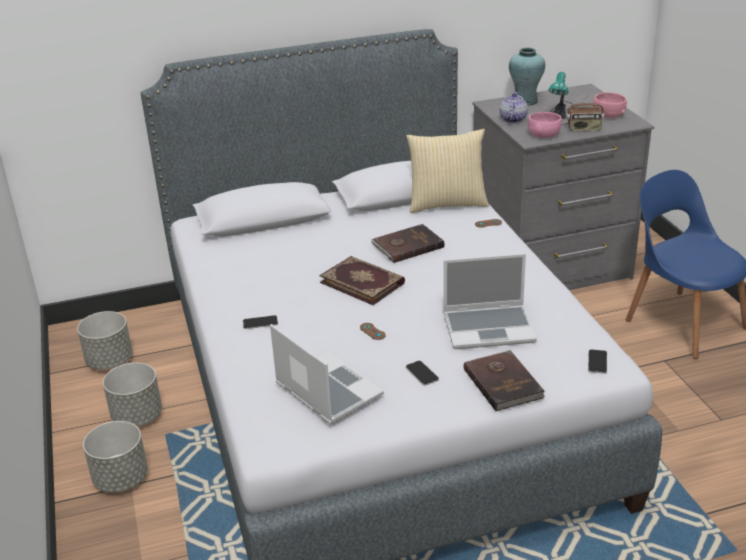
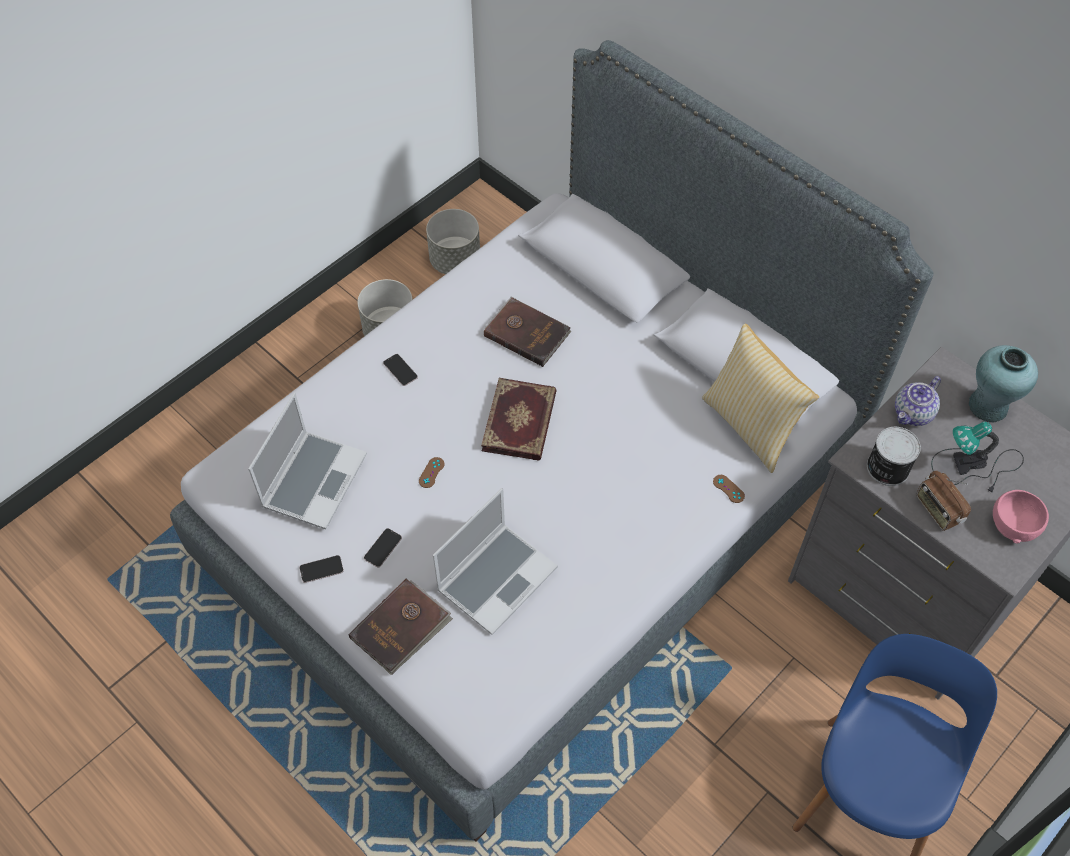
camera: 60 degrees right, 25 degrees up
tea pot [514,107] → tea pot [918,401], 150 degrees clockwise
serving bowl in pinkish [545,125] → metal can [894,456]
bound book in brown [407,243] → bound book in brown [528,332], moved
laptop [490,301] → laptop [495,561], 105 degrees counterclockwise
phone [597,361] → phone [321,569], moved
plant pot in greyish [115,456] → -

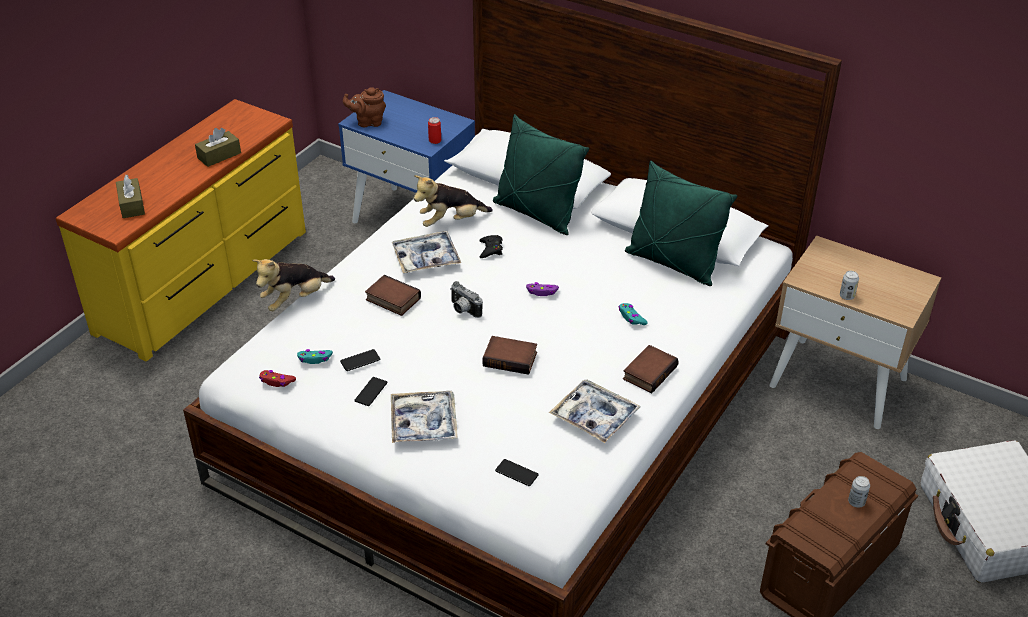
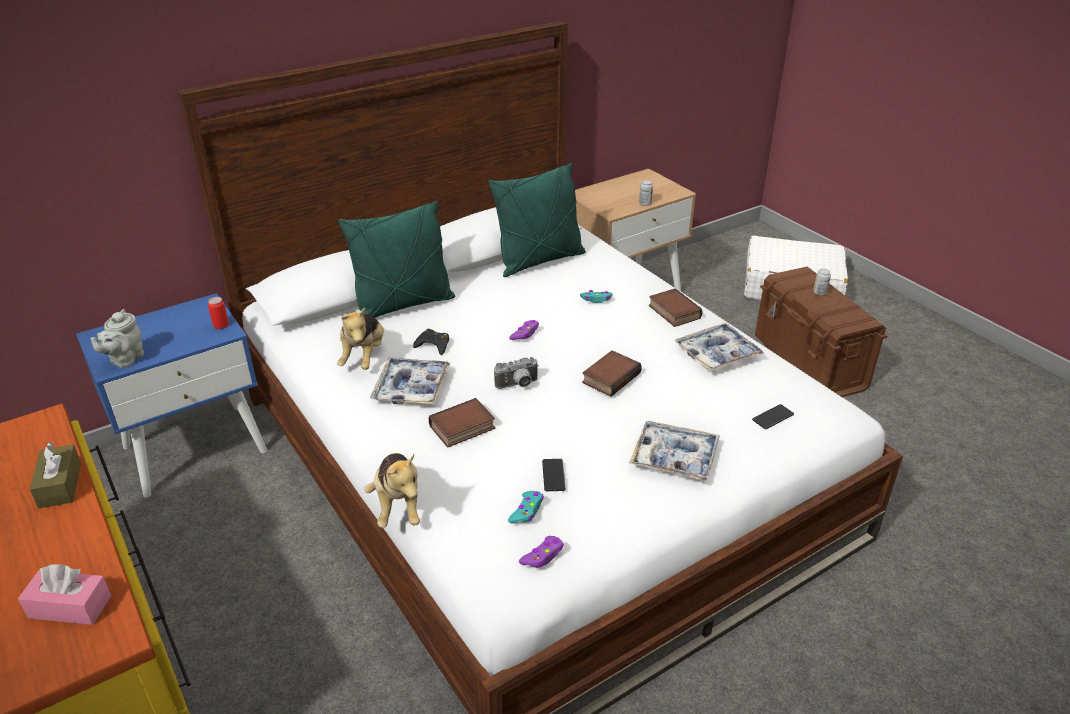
camera: 65 degrees left, 5 degrees down
tea pot in brown [364,107] → tea pot in greyish [117,338]
tissue box in brown [130,196] → tissue box in pinkish [65,594]
joypad in reddish [277,378] → joypad in purple-coloured [541,552]
phone [370,391] → -

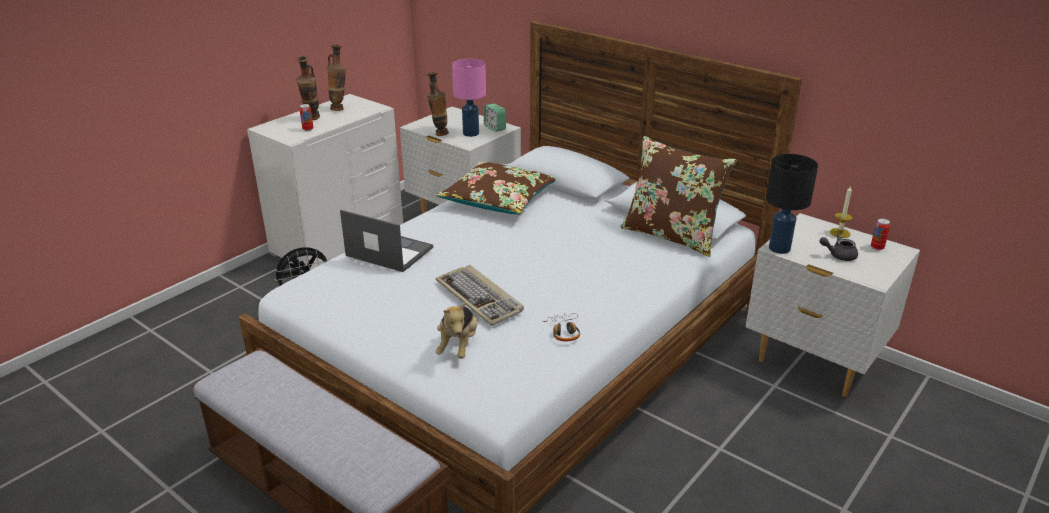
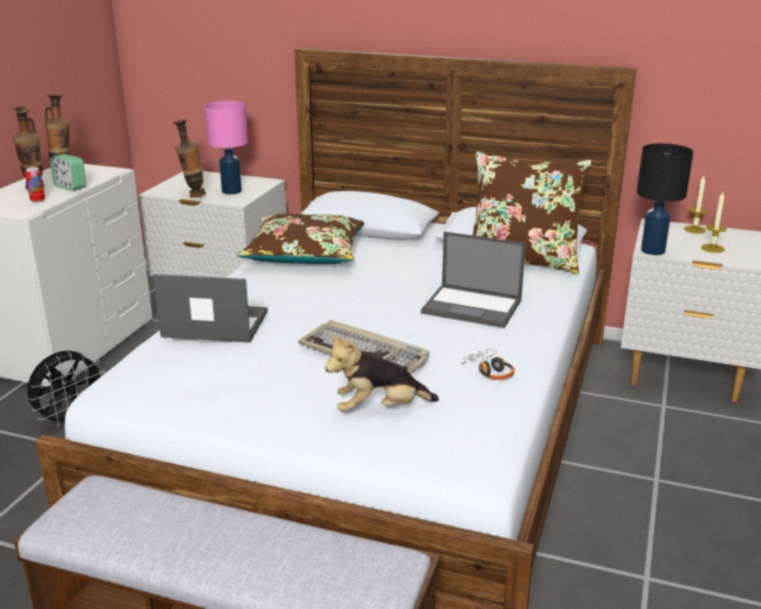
camera: 20 degrees left, 5 degrees down
table clock [495,118] → table clock [68,172], moved
metal can [880,234] → -
tea pot in greyish [838,247] → candle [714,222]
plush toy [457,331] → plush toy [382,373], 90 degrees clockwise
- → laptop [473,279]

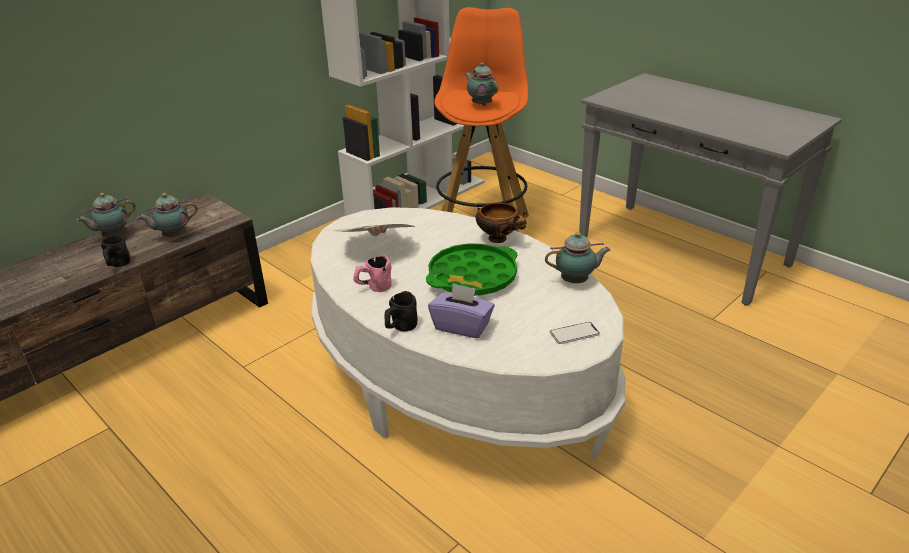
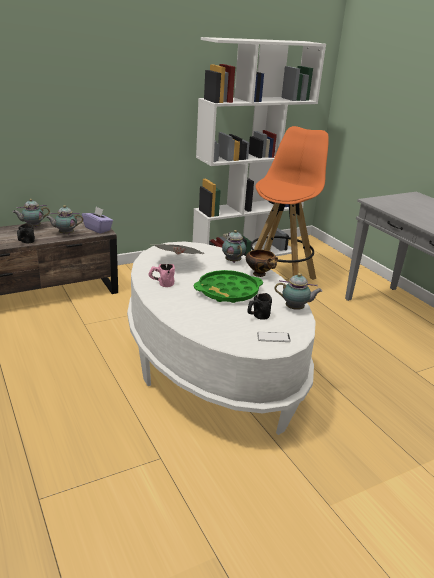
camera: 15 degrees right, 5 degrees down
tea pot [481,84] → tea pot [234,246], moved
tissue box in purple-coloured [461,310] → tissue box in purple-coloured [97,220], moved
mug in black-coloured [401,311] → mug in black-coloured [259,306], moved

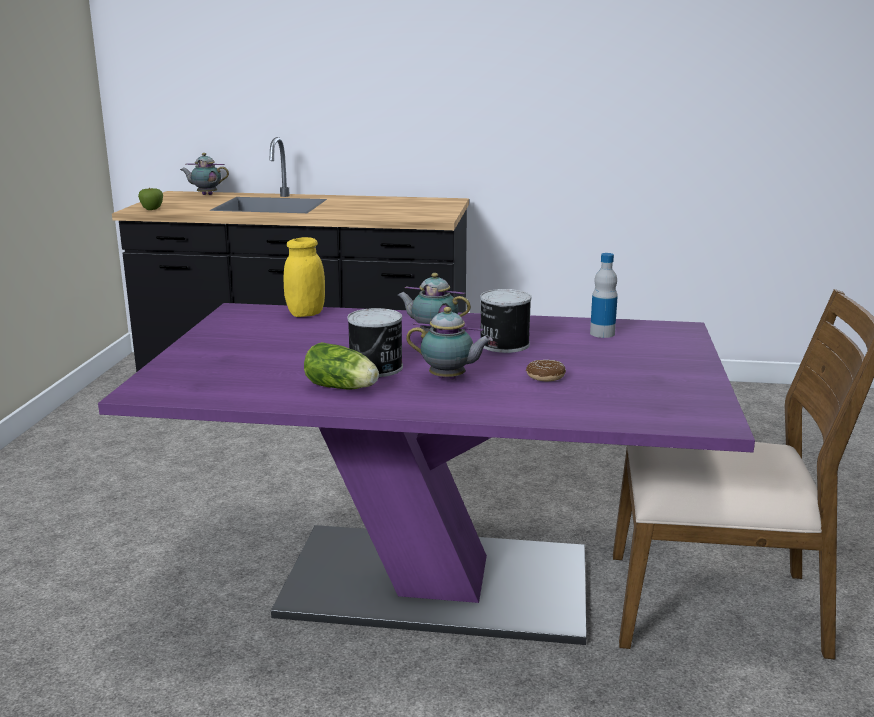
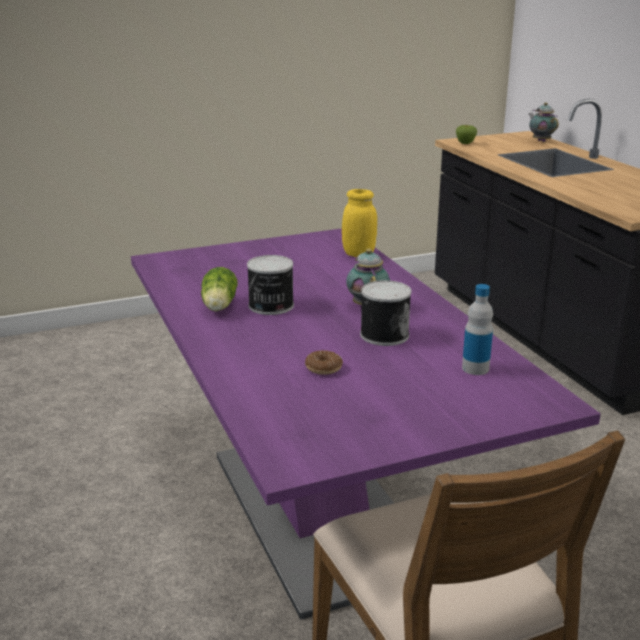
camera: 60 degrees right, 5 degrees up
tea pot [449,343] → -

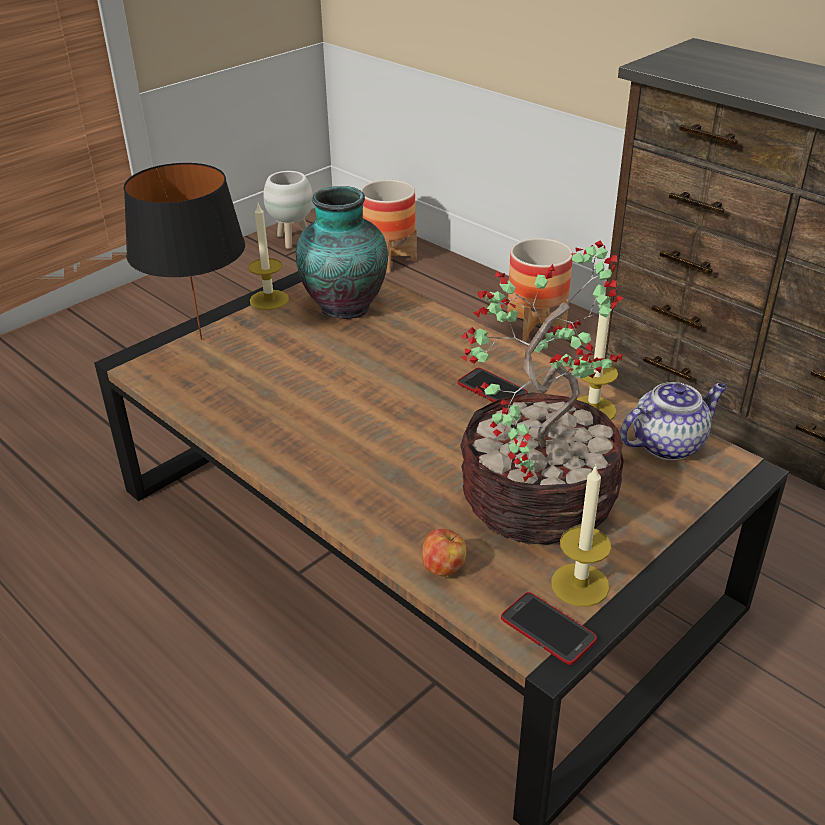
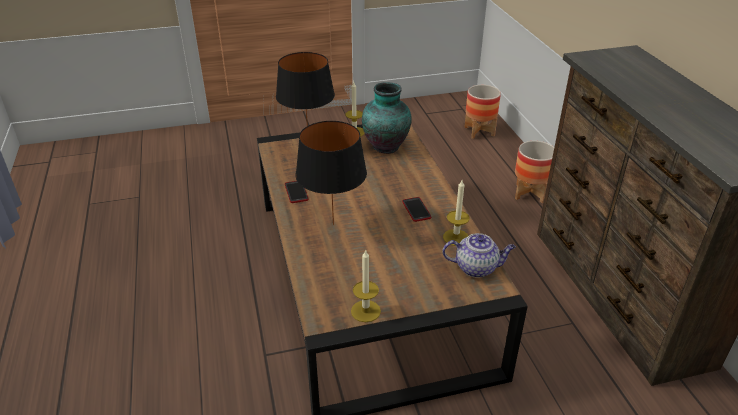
camera: 30 degrees right, 0 degrees up
plant pot in white [288,210] → -
houseplant [542,392] → -
apple fruit [444,552] → -
phone [549,628] → phone [297,192], moved
- → table lamp in black-coloured [331,173]

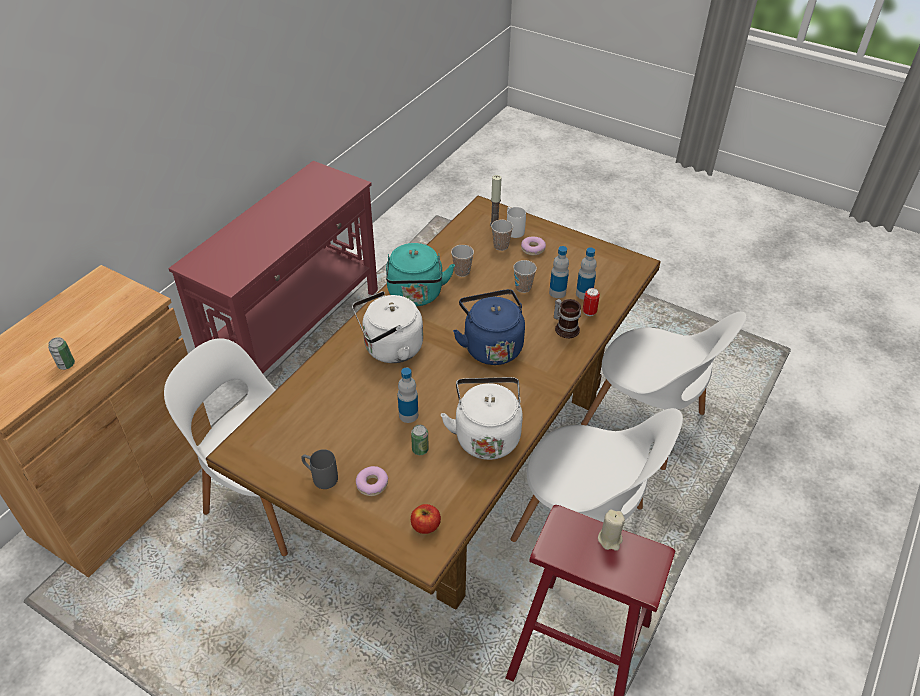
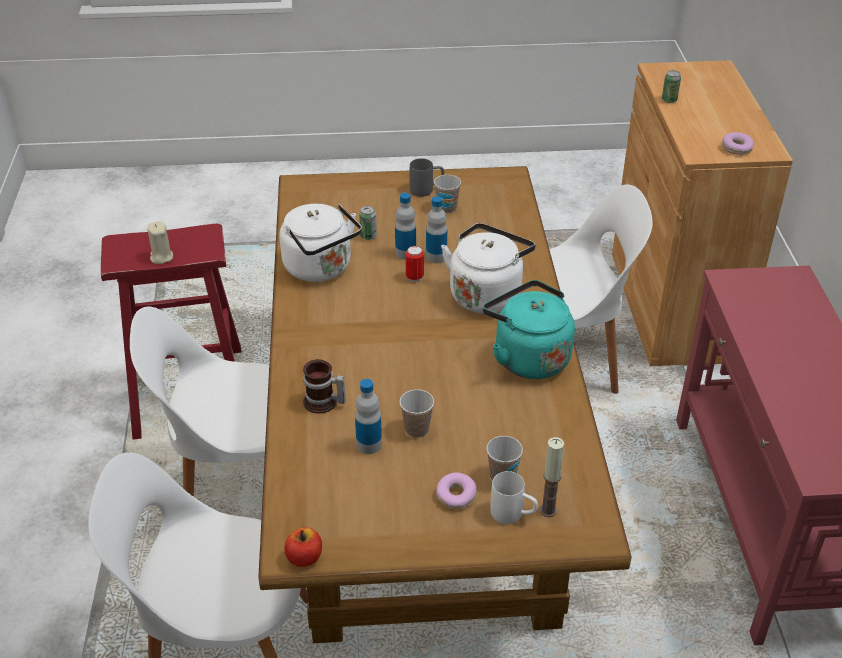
camera: 145 degrees right, 5 degrees down
small cup [462,261] → small cup [447,194], moved
bottle [586,273] → bottle [436,229], moved
metal can [591,302] → metal can [415,264], moved
kettle in blue-coloured [489,327] → -
donut [372,481] → donut [738,143], moved
apple fruit [426,519] → apple fruit [303,547], moved

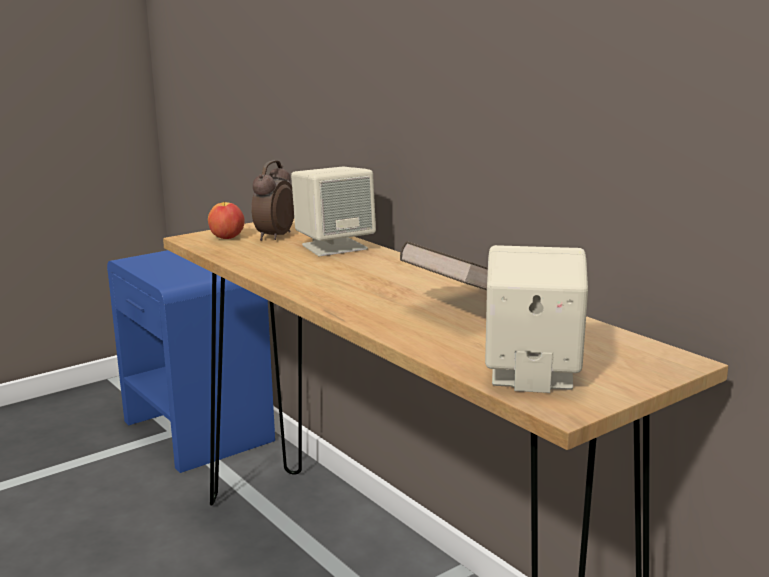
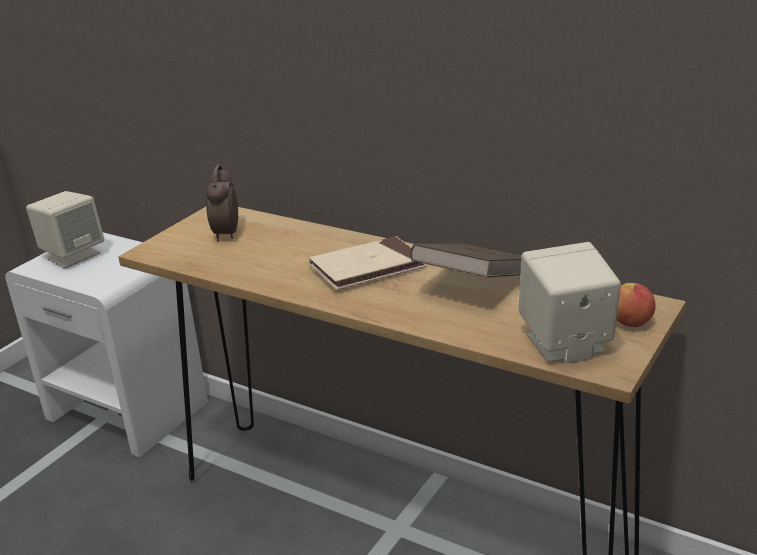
camera: 20 degrees left, 10 degrees up
speaker in beige-coloured [333,211] → speaker in beige-coloured [65,229], moved
apple fruit [226,220] → apple fruit [636,305], moved
bedside table in blue-coloured [191,361] → bedside table in white [106,345]
- → bound book in beige-coloured [368,263]

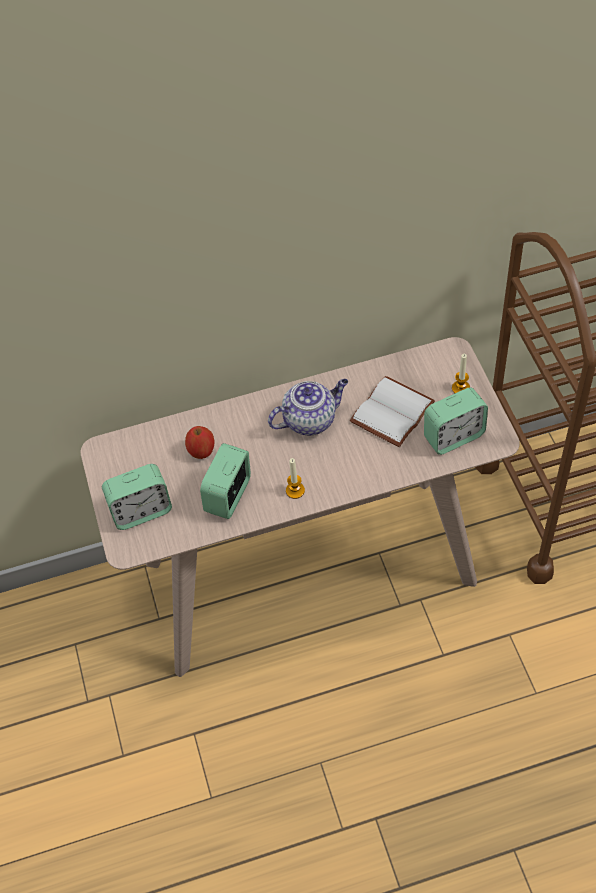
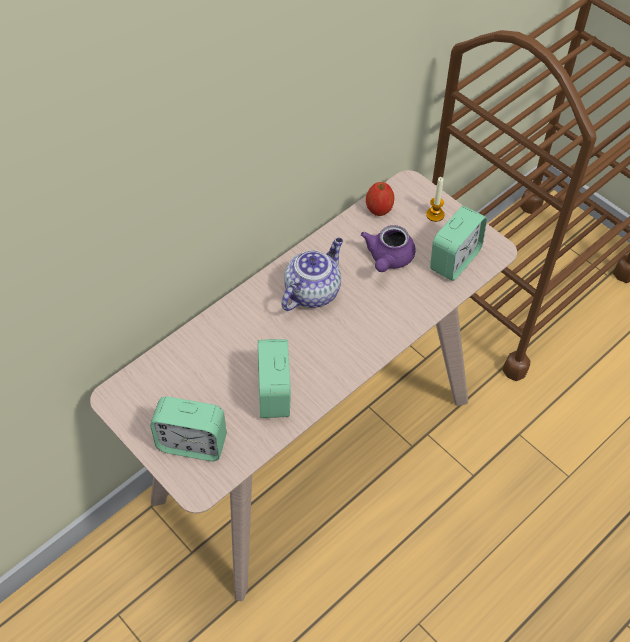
camera: 30 degrees left, 0 degrees up
bound book in white [392,411] → tea pot in purple-coloured [388,248]
apple fruit [199,442] → apple fruit [380,199], moved
candle [295,478] → -
table clock [137,497] → table clock [188,428], 60 degrees clockwise

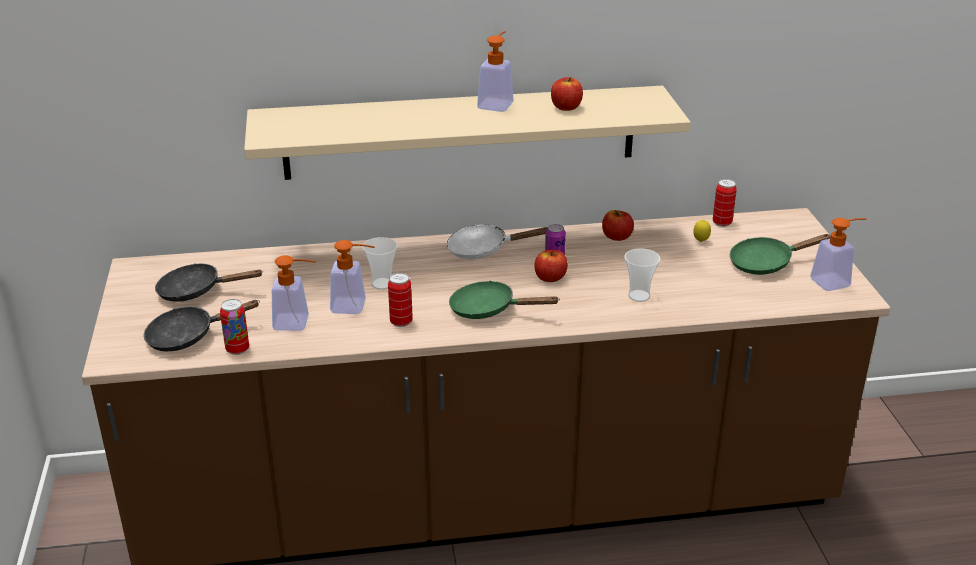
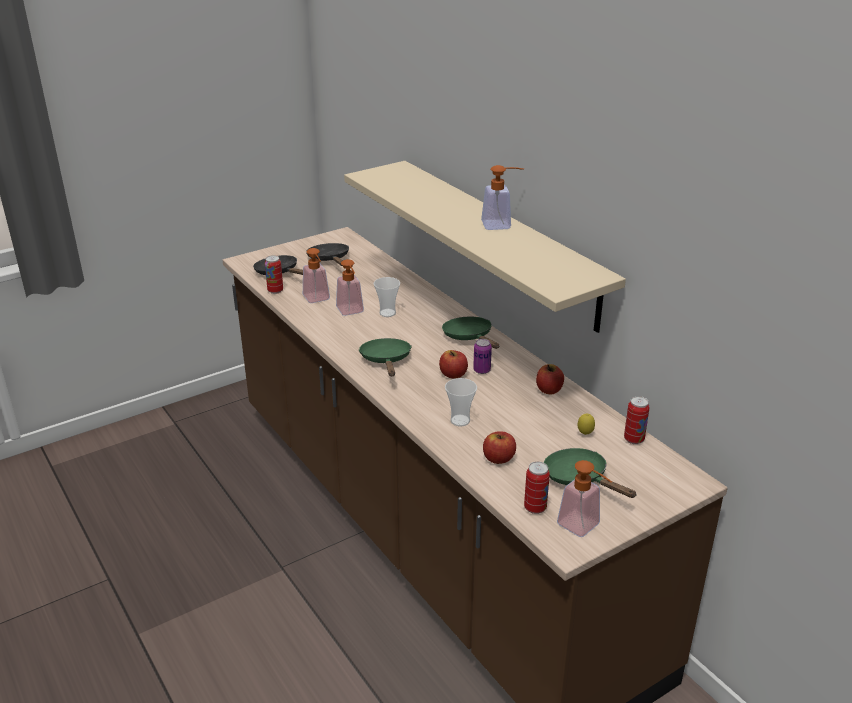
camera: 65 degrees right, 0 degrees up
apple fruit [567,94] → apple fruit [499,447], moved
skillet in white [497,242] → skillet in green [470,333]
metal can [400,300] → metal can [537,487], moved

